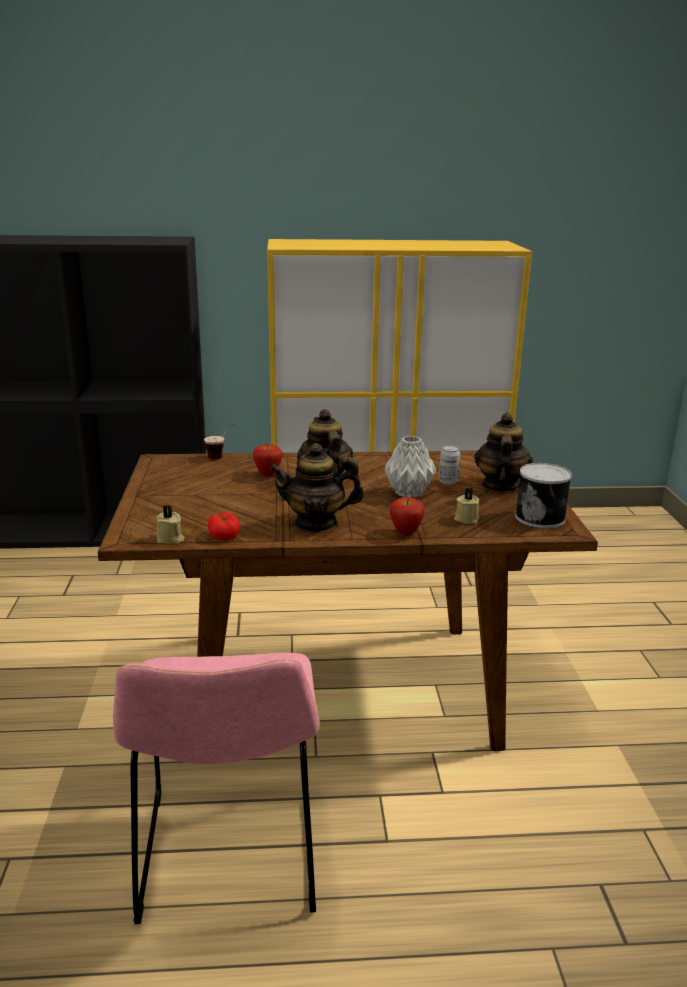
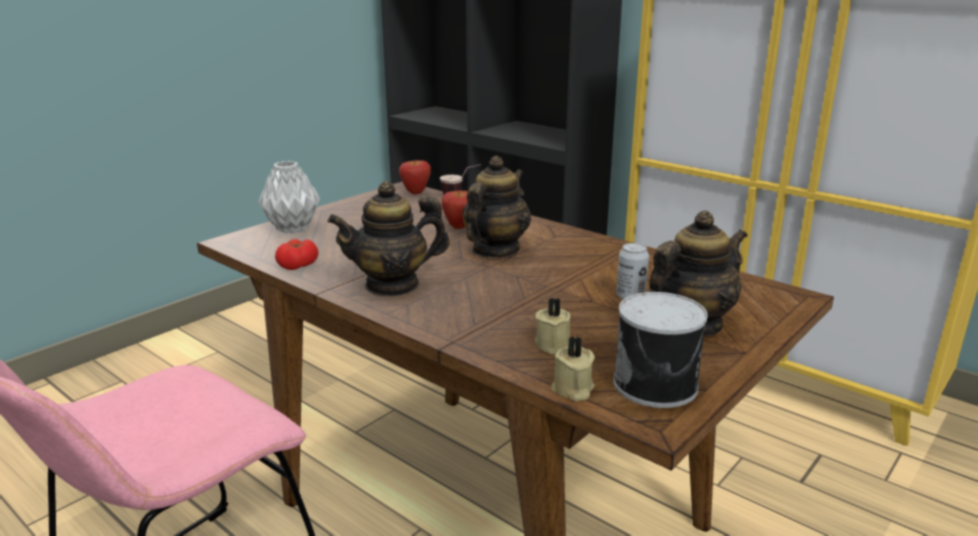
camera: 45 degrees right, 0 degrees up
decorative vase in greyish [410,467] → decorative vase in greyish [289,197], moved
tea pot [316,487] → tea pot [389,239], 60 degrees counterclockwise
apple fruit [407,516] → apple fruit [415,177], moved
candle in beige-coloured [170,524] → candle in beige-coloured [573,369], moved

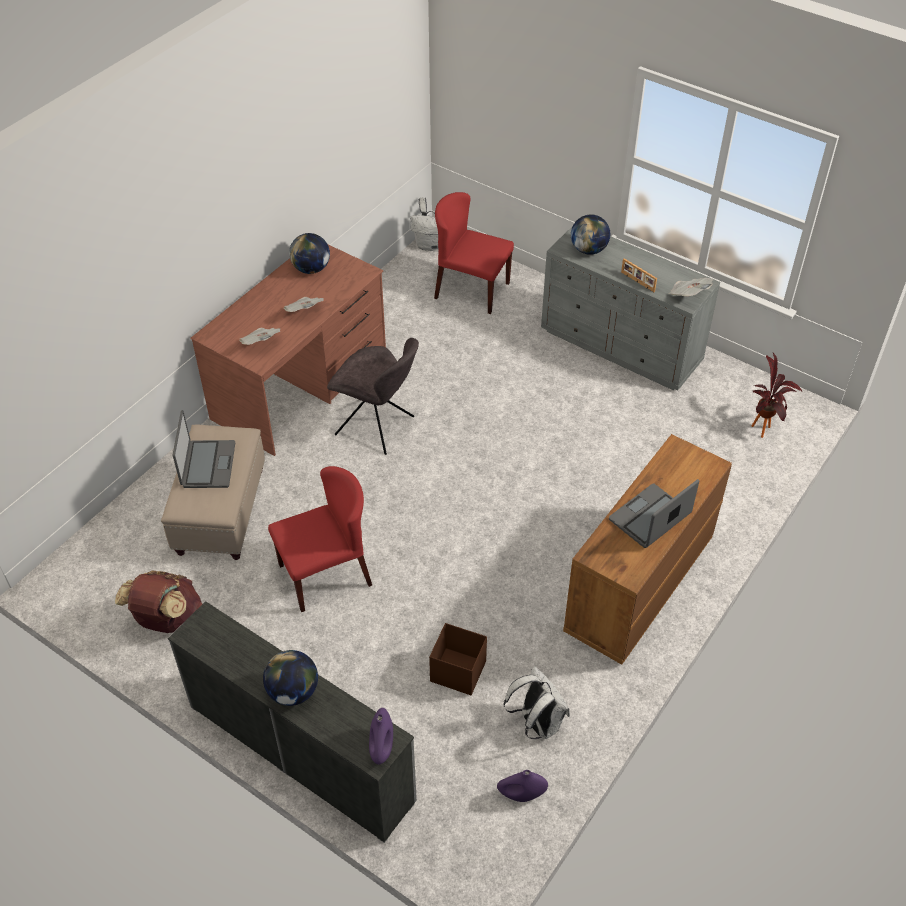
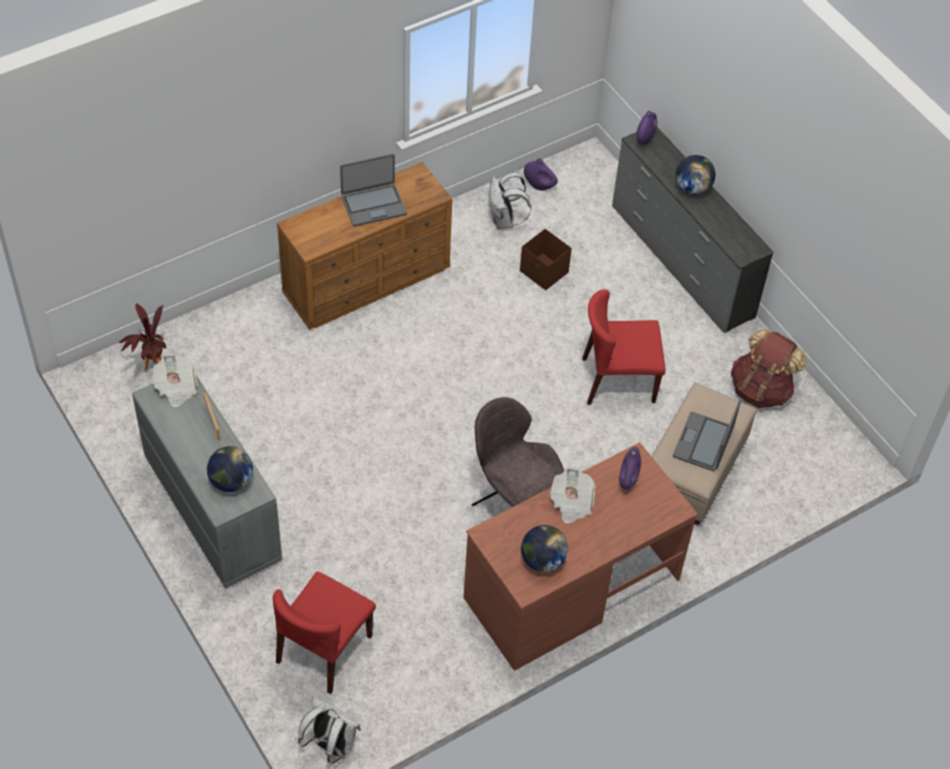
camera: 160 degrees left, 5 degrees up
upright chair in reddish [474,253] → upright chair in reddish [324,633], 75 degrees clockwise
daily paper [260,336] → decorative vase in purple-coloured [630,468]

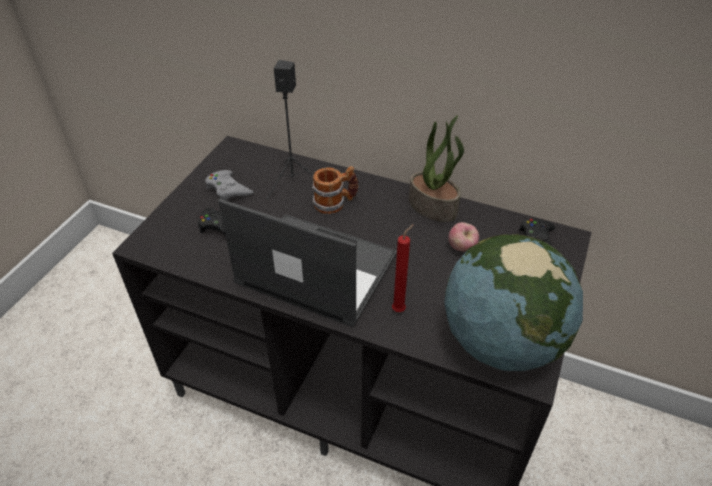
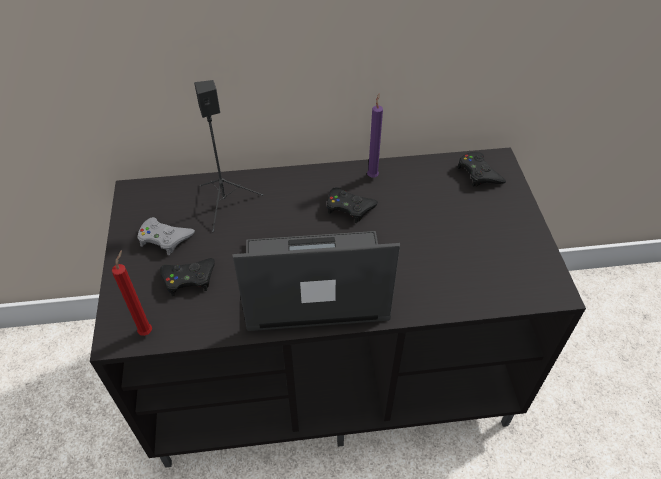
camera: 30 degrees left, 5 degrees up
houseplant [436,168] → candle in purple-coloured [375,135]
mug [335,190] → -
apple fruit [464,236] → -
candle in reddish [403,268] → candle in reddish [132,293], moved
world globe [513,302] → -
- → joypad in black-coloured [352,205]

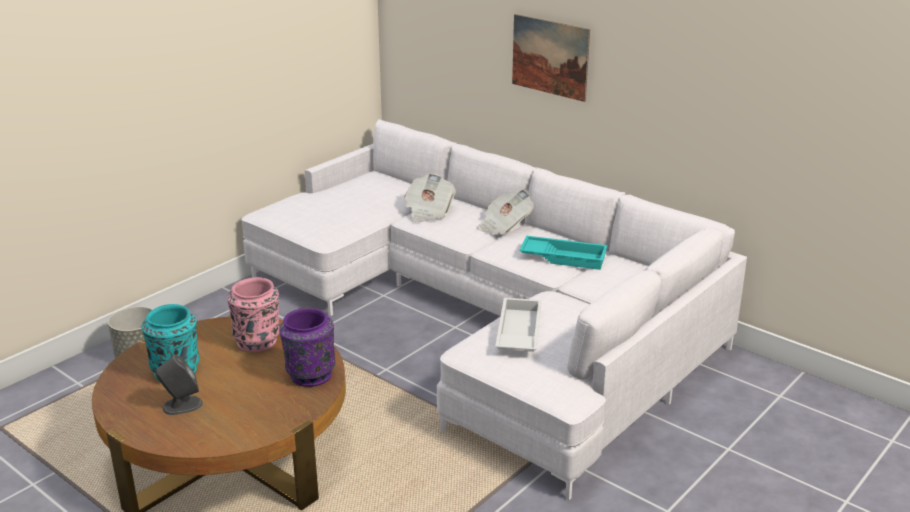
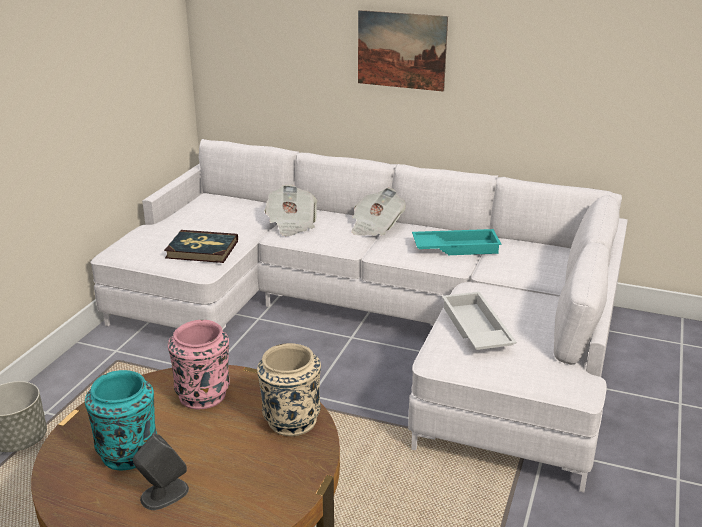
camera: 20 degrees left, 0 degrees up
decorative vase in purple-coloured [307,347] → decorative vase in beige-coloured [289,389]
- → bound book [201,246]

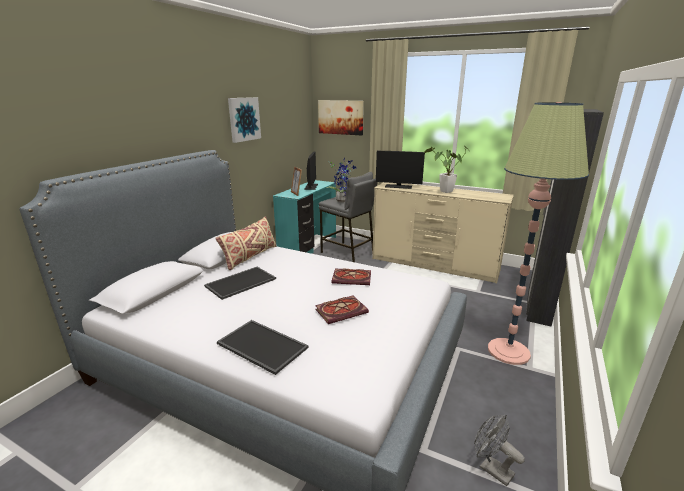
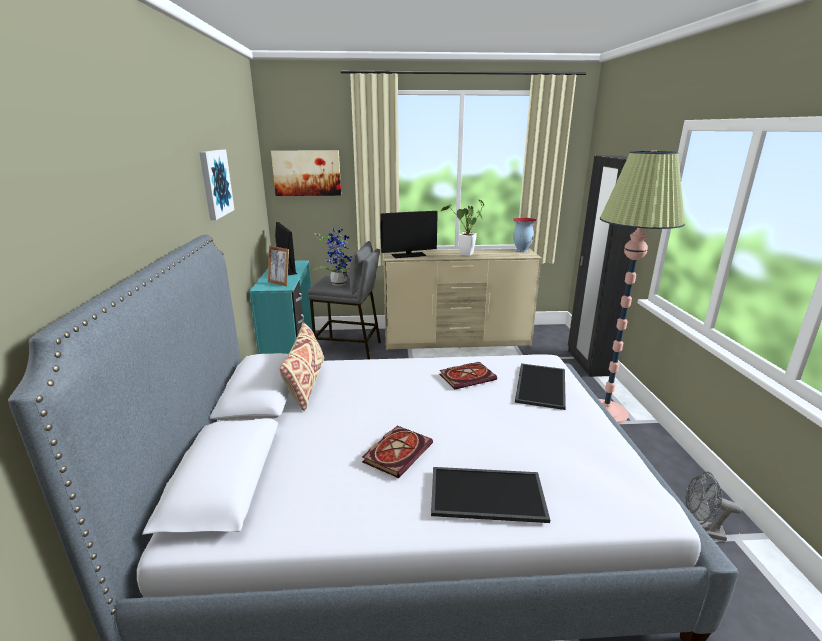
camera: 30 degrees left, 0 degrees up
carrying tray [240,283] → carrying tray [540,386], moved
bound book [342,310] → bound book [397,452], moved
- → decorative vase [525,235]

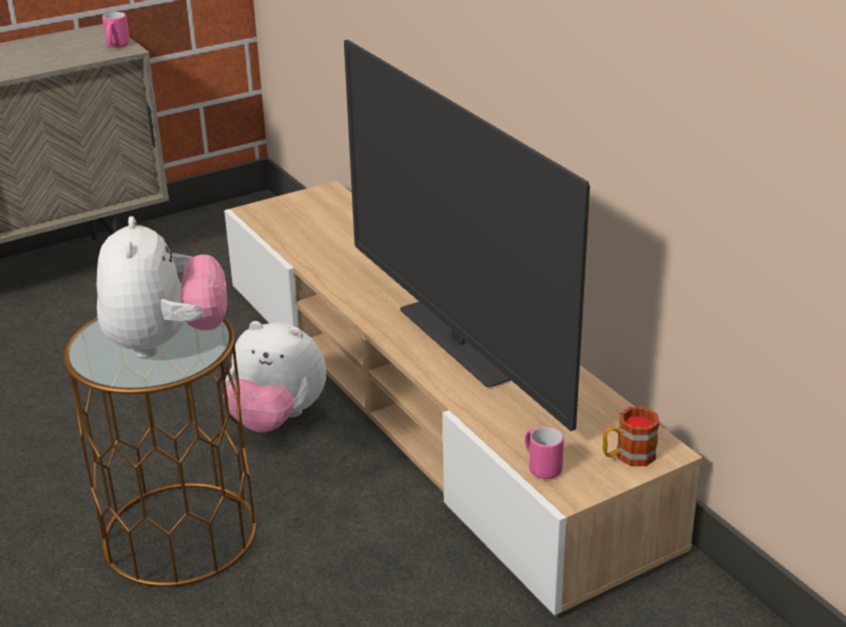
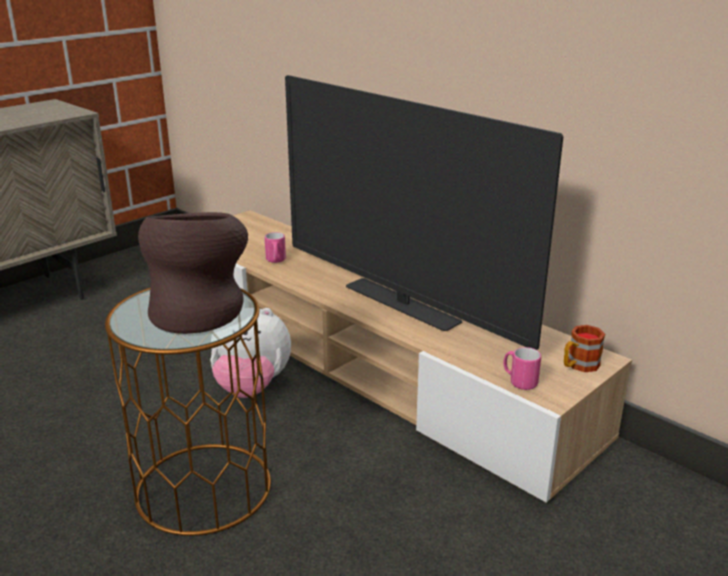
camera: 15 degrees left, 5 degrees down
mug in pinkish [116,30] → mug in pinkish [275,247], moved
plush toy [162,287] → decorative vase in brown [193,273]

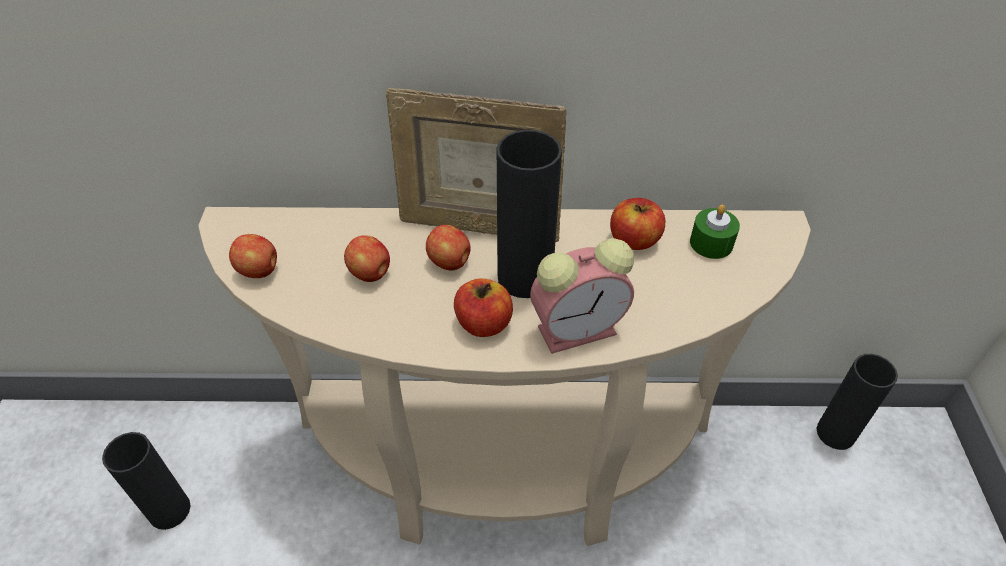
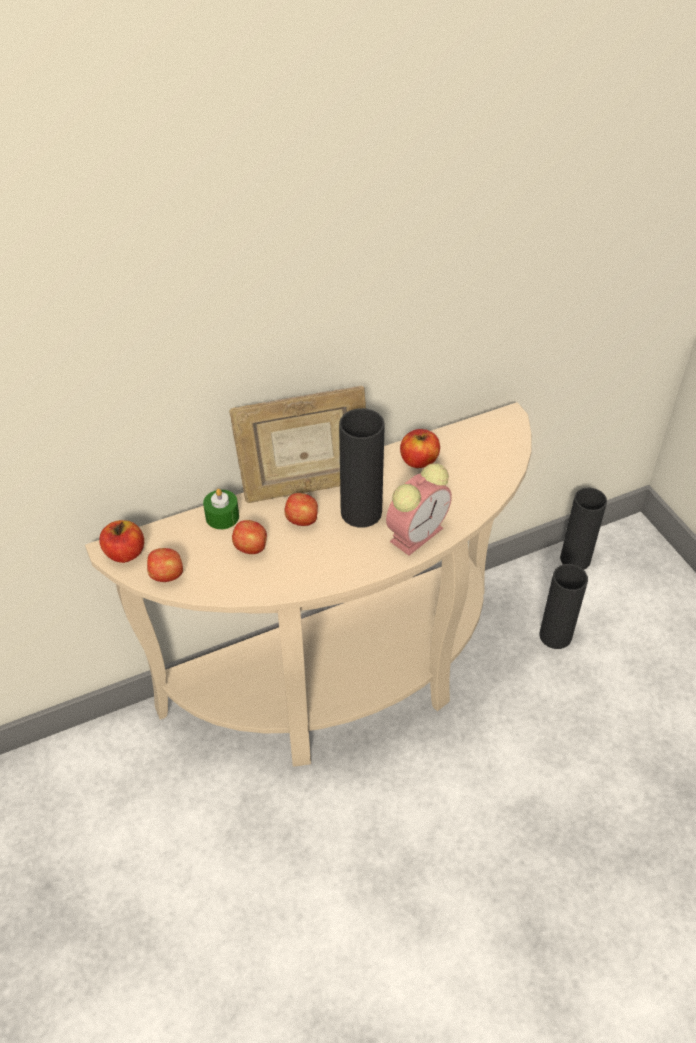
camera: 25 degrees left, 0 degrees up
candle in green [715,232] → candle in green [221,509], moved
apple fruit [483,307] → apple fruit [121,541], moved
decorative vase in black-coloured [146,481] → decorative vase in black-coloured [564,606], moved

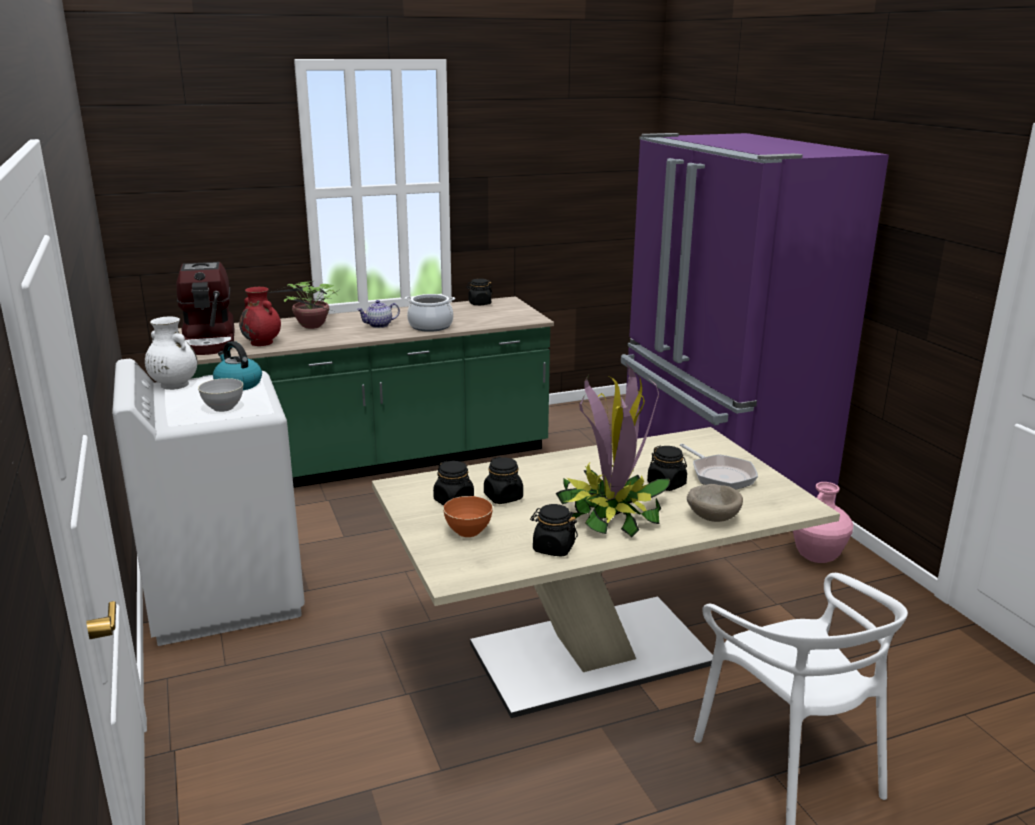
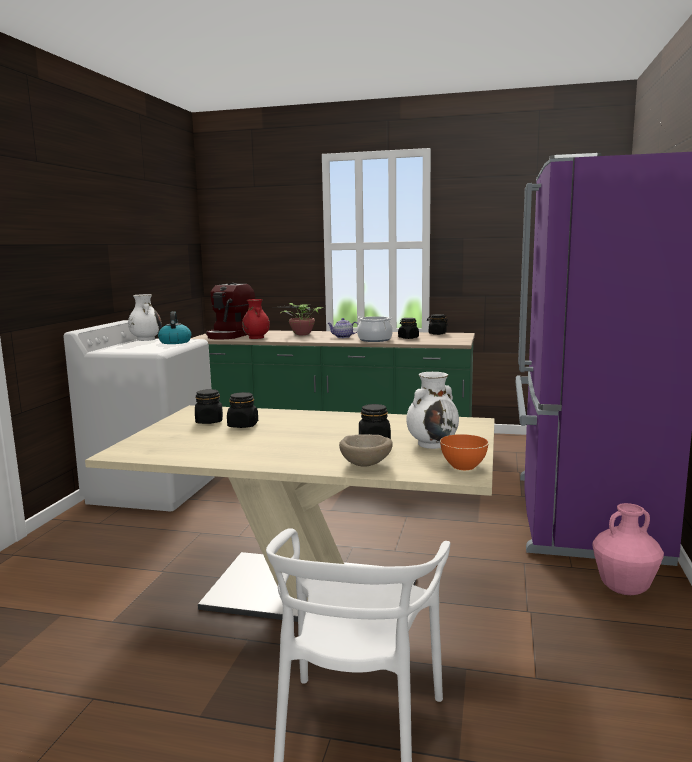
camera: 35 degrees right, 10 degrees down
houseplant [613,451] → -
serving bowl in greyish [220,395] → -
skillet [719,466] → decorative vase in white [432,410]
serving bowl in orangey [468,516] → serving bowl in orangey [464,452], moved
jar in black-coloured [554,530] → jar in black-coloured [408,328], moved

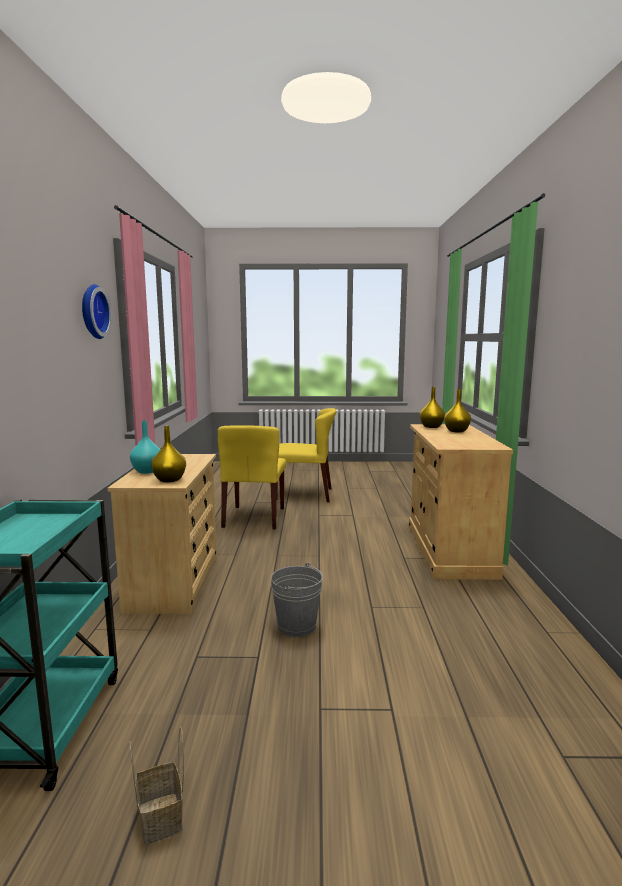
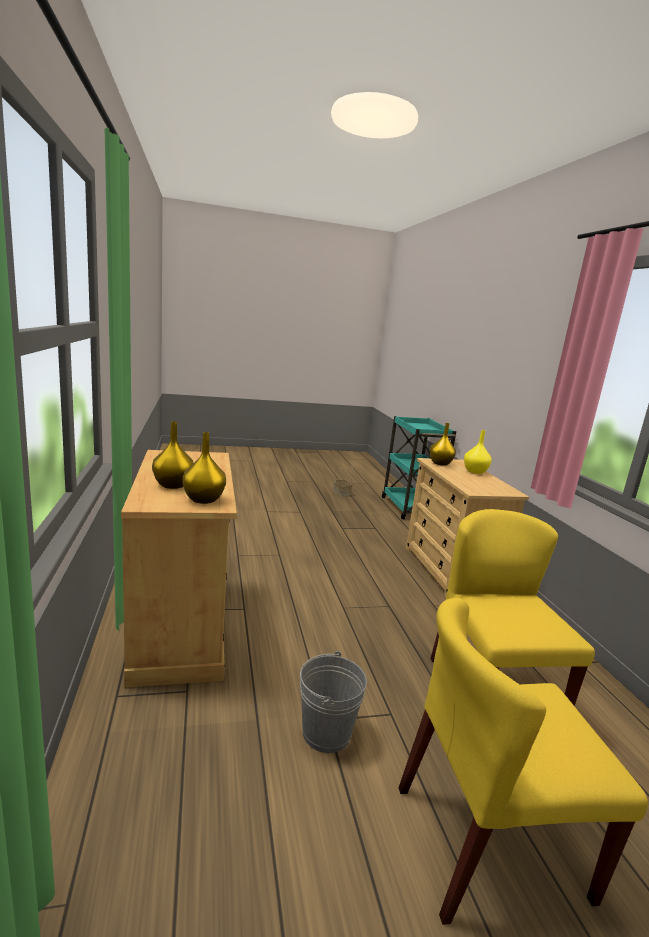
camera: 165 degrees right, 5 degrees up
clock on the wall [97,311] → -
decorative vase in blue-green [145,447] → decorative vase in yellowish [478,452]
water bucket in greyish [297,600] → water bucket in greyish [333,702], moved

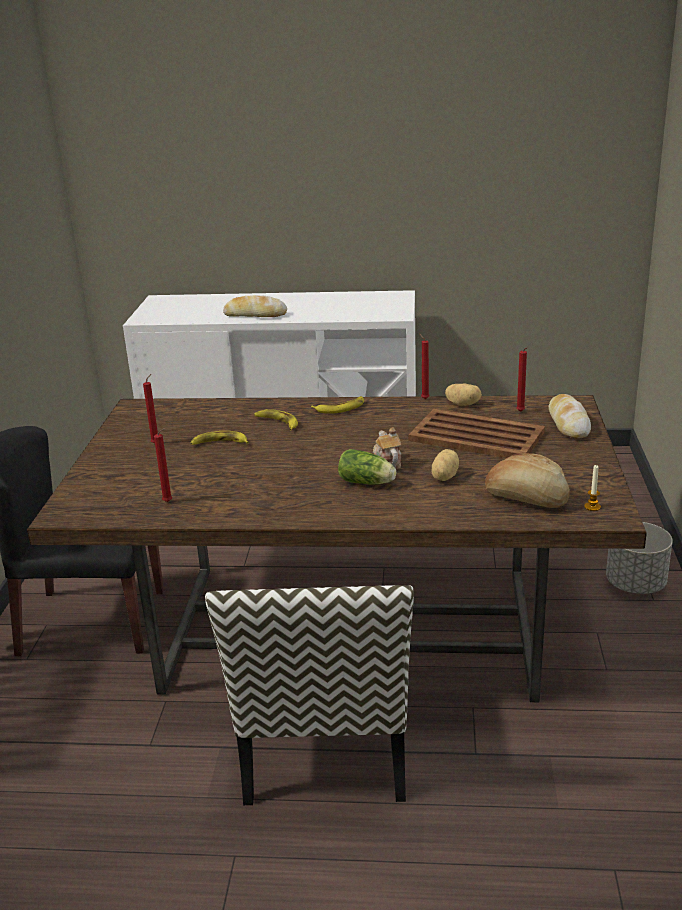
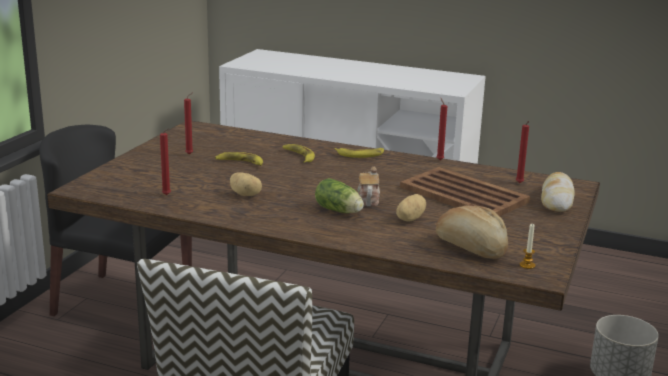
camera: 15 degrees right, 5 degrees down
bakery bread [255,306] → -
potato [463,395] → potato [246,184], moved

